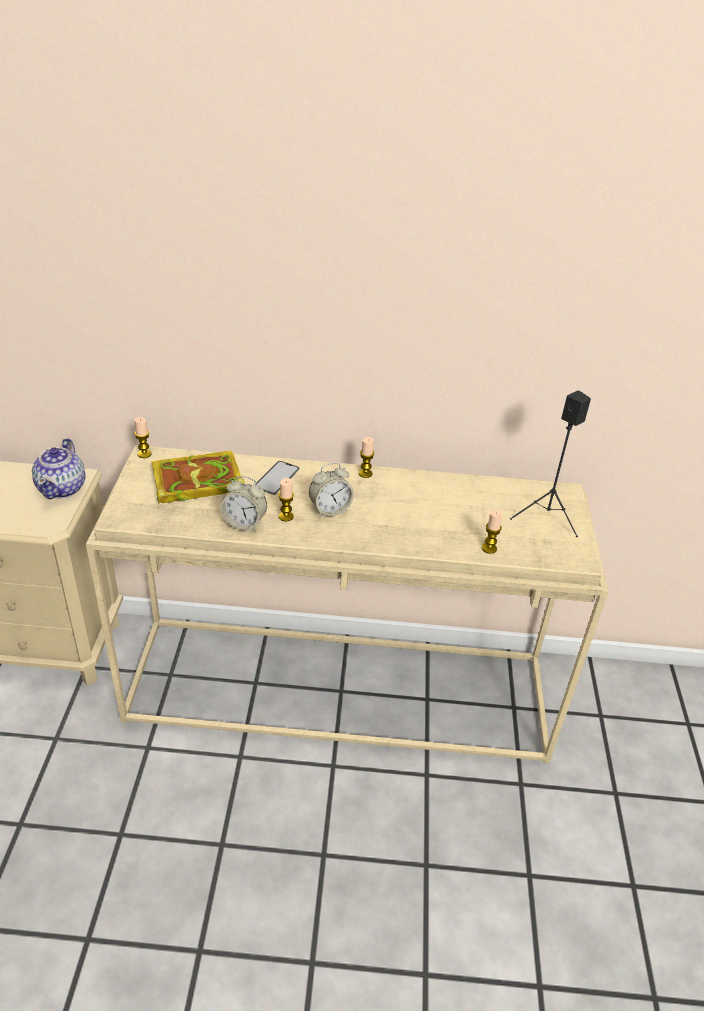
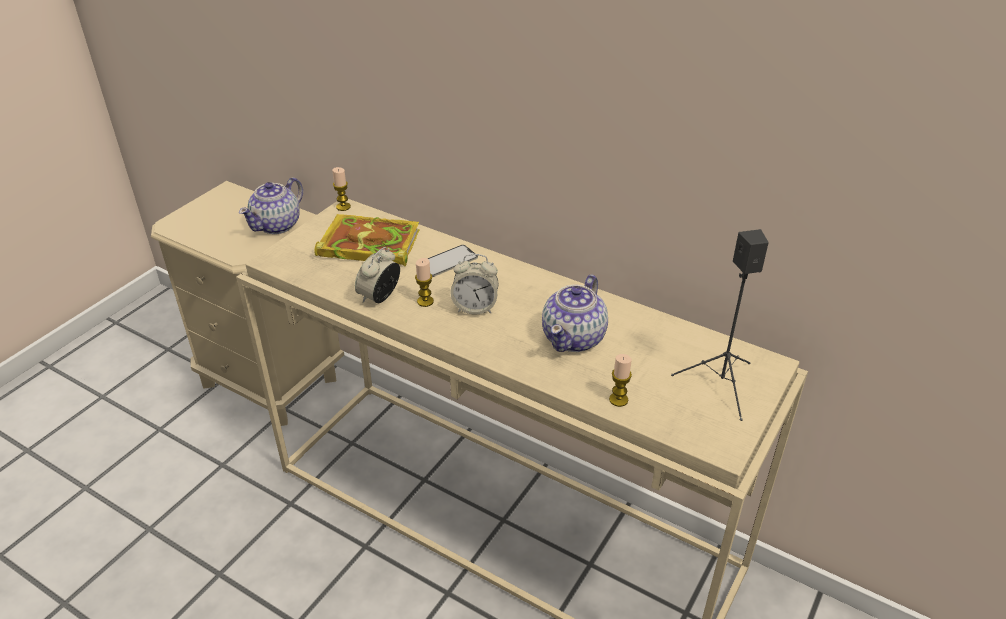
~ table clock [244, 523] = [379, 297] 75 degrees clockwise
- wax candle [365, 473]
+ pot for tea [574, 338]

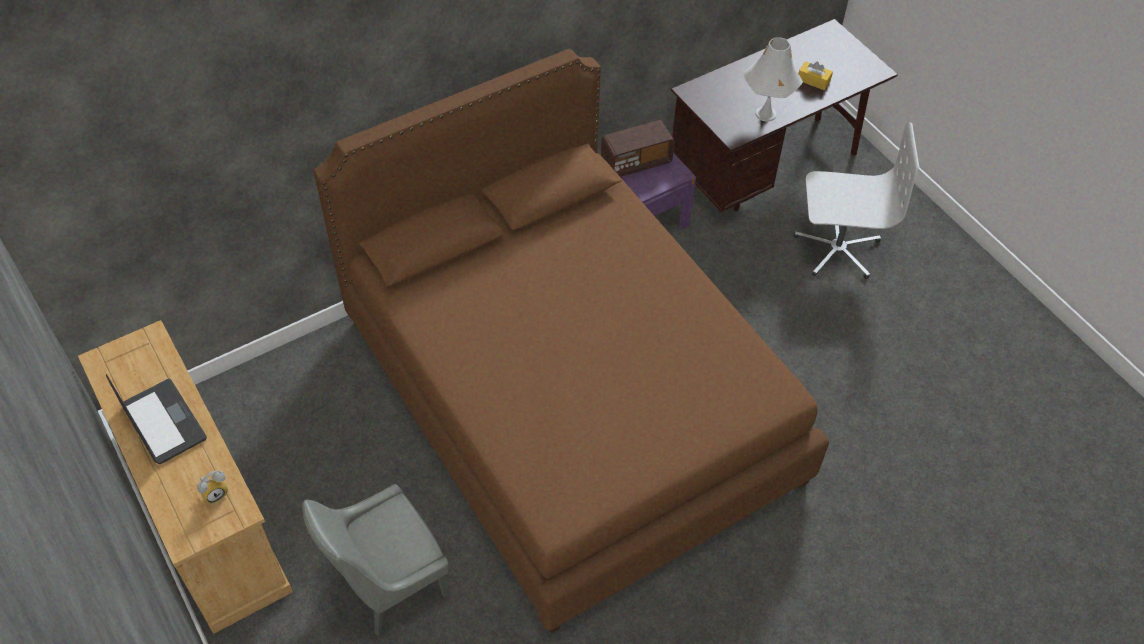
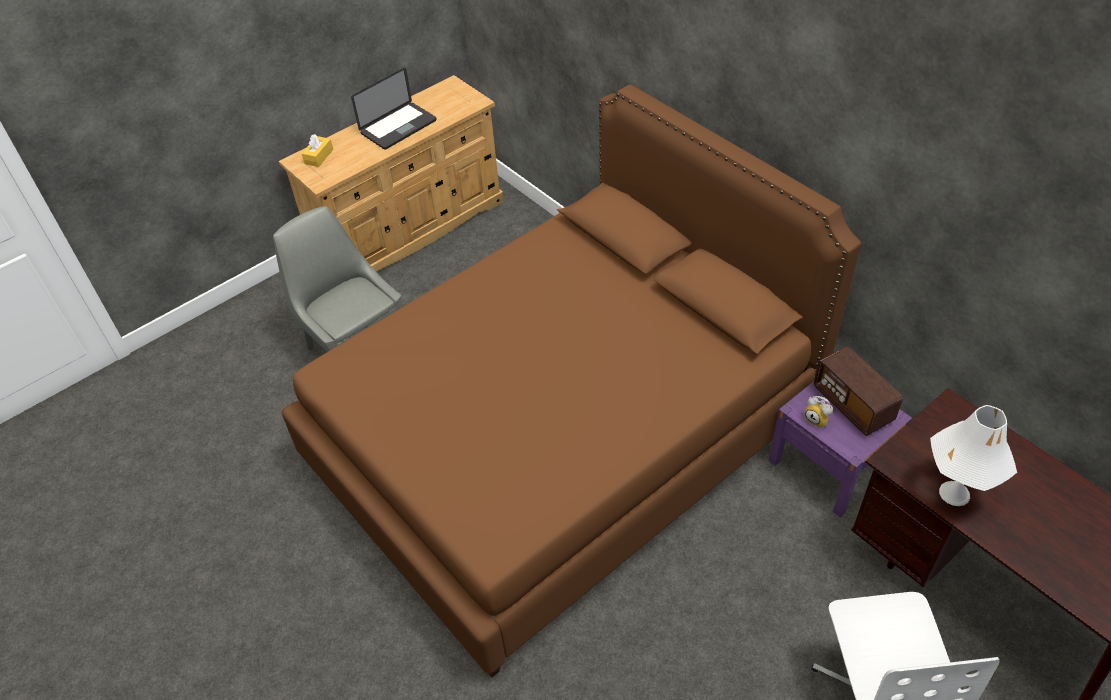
~ table clock [215, 492] to [818, 419]
~ yellow tissue holder [813, 80] to [319, 156]

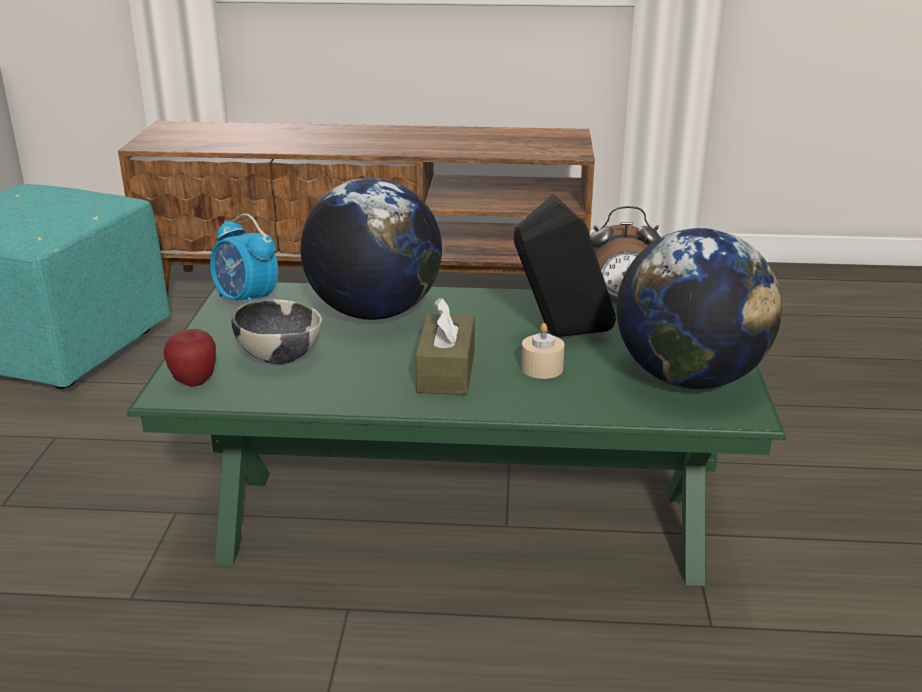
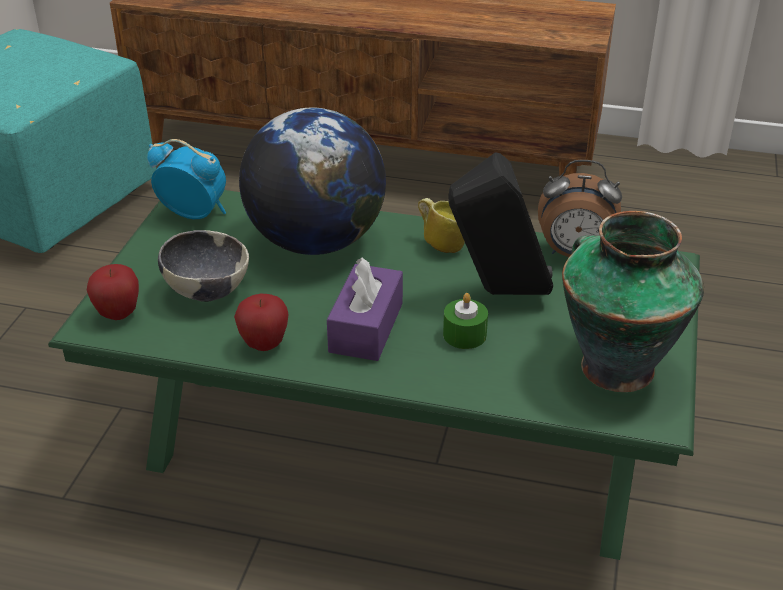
~ table clock [246, 301] = [194, 213] 150 degrees clockwise
~ brown-coloured tissue holder [446, 371] to purple-coloured tissue holder [366, 327]
~ sand-coloured wax candle [542, 368] to green-coloured wax candle [464, 335]
~ world globe [689, 378] to decorative vase [614, 365]
+ whole apple [264, 344]
+ tea mug [443, 244]

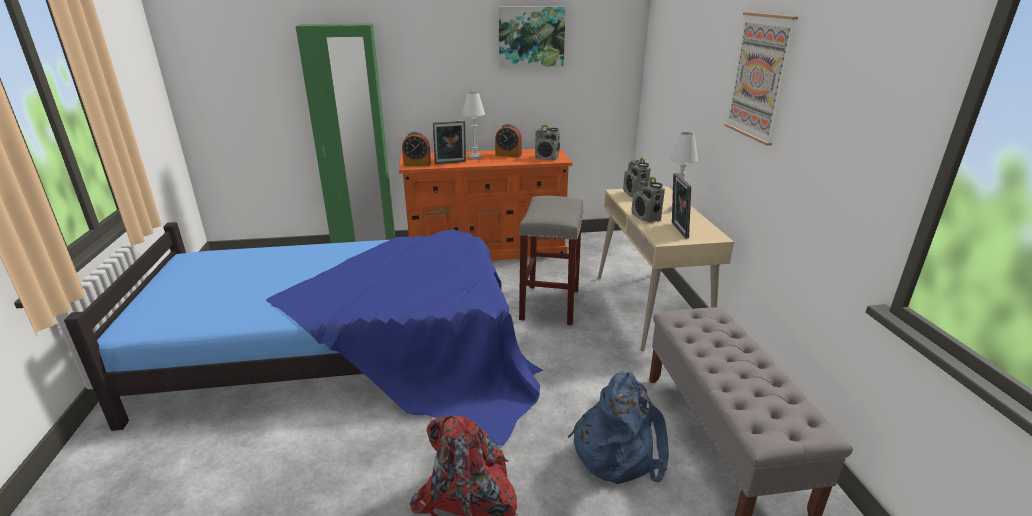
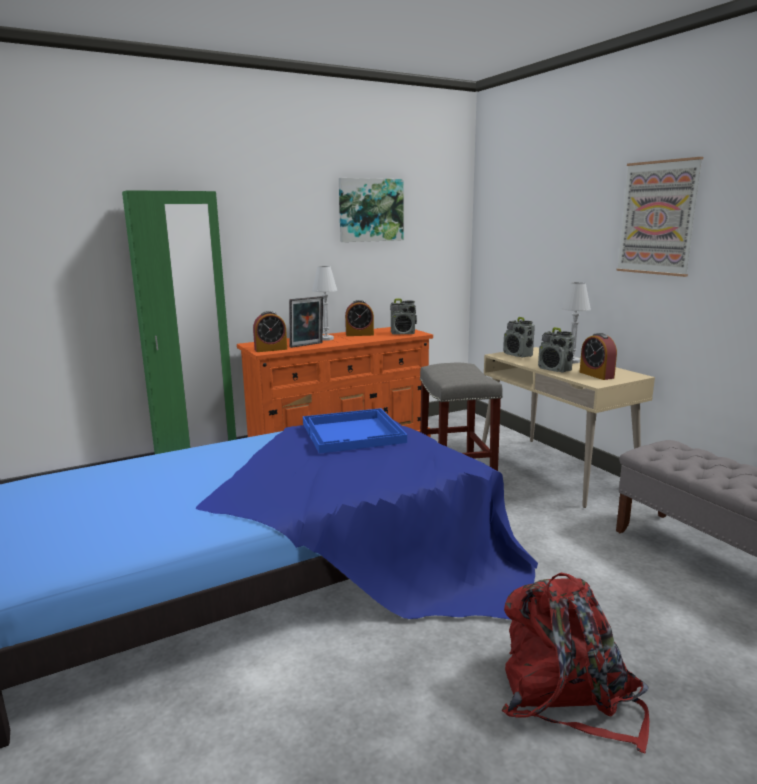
- blue rucksack [618, 449]
~ picture frame [677, 230] to table clock [596, 375]
+ blue tray [353, 433]

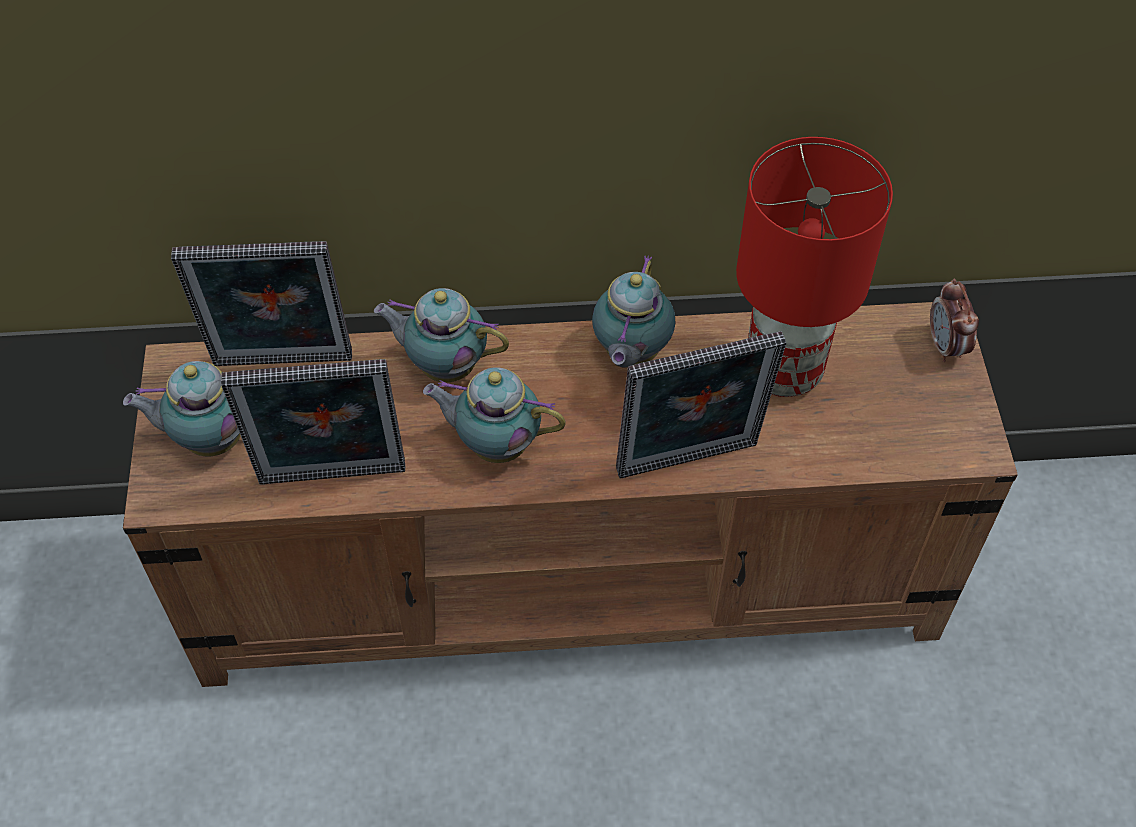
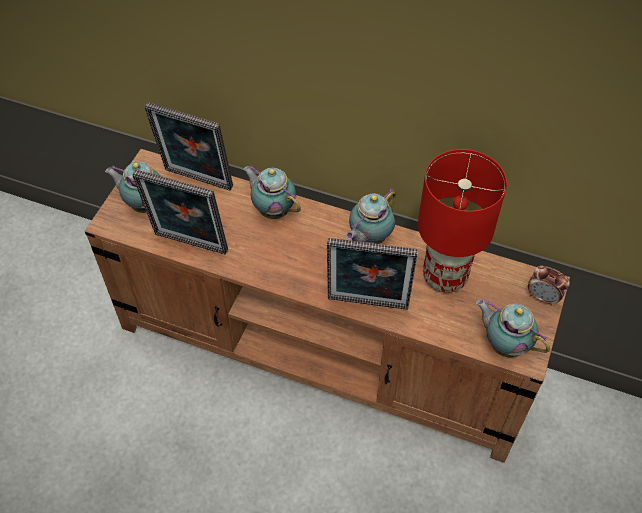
~ pot for tea [495, 444] to [504, 344]
~ table clock [946, 346] = [543, 297] 75 degrees counterclockwise

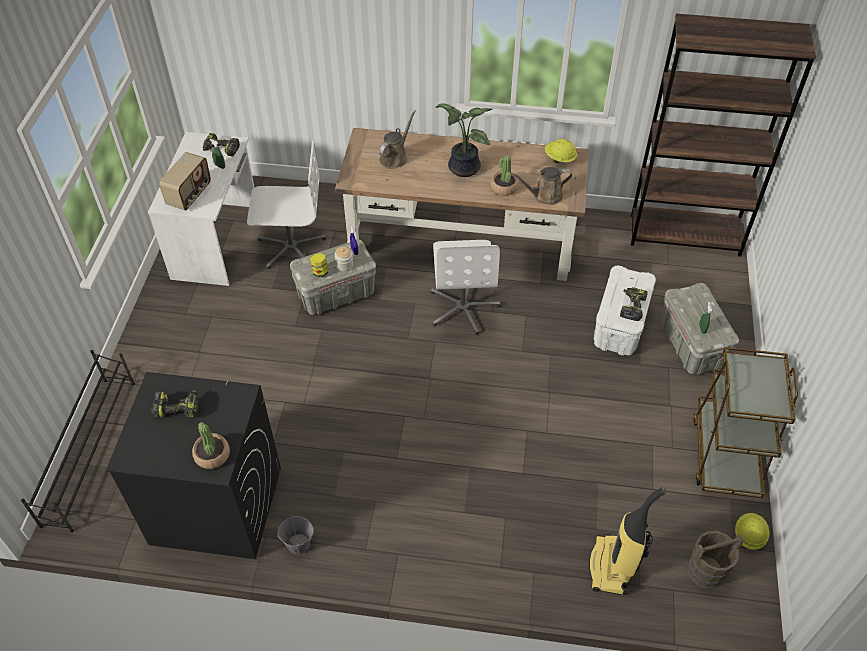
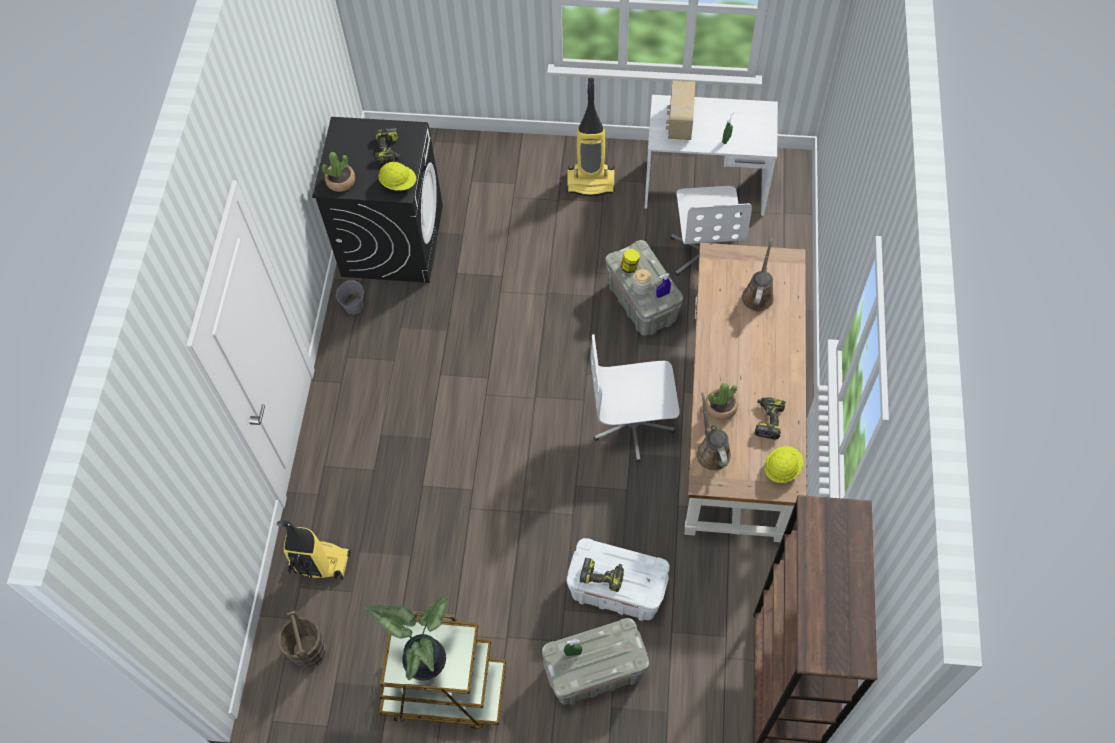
- blackish shoe stand [90, 450]
~ radio receiver [190, 195] = [679, 122] 75 degrees clockwise
~ drill [221, 149] to [768, 420]
~ brown-coloured watering can [395, 157] = [758, 294] 105 degrees counterclockwise
~ plant in a pot [462, 168] to [424, 657]
~ yellow hard hat [749, 535] to [398, 183]
+ vacuum [591, 182]

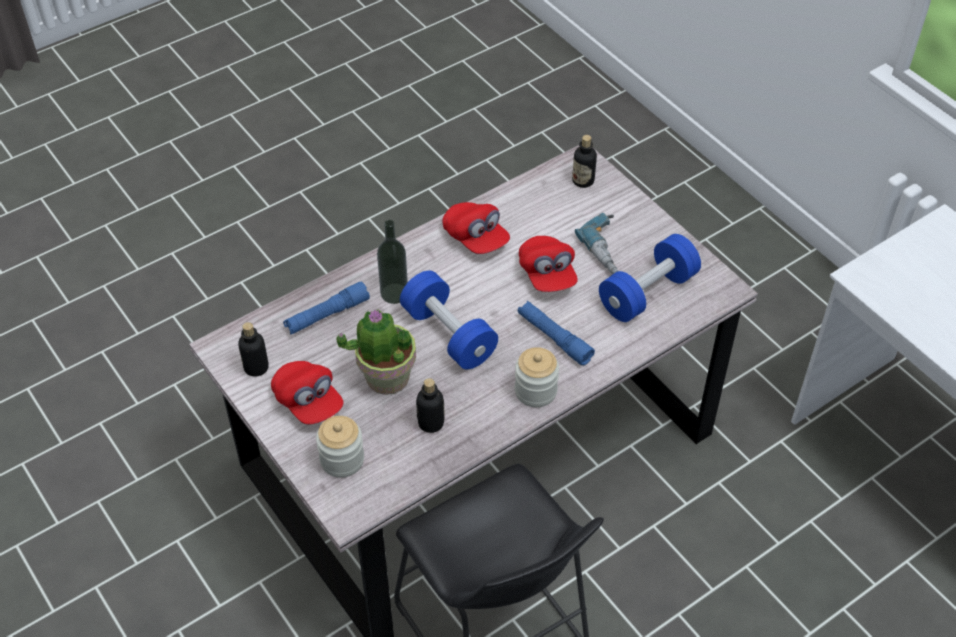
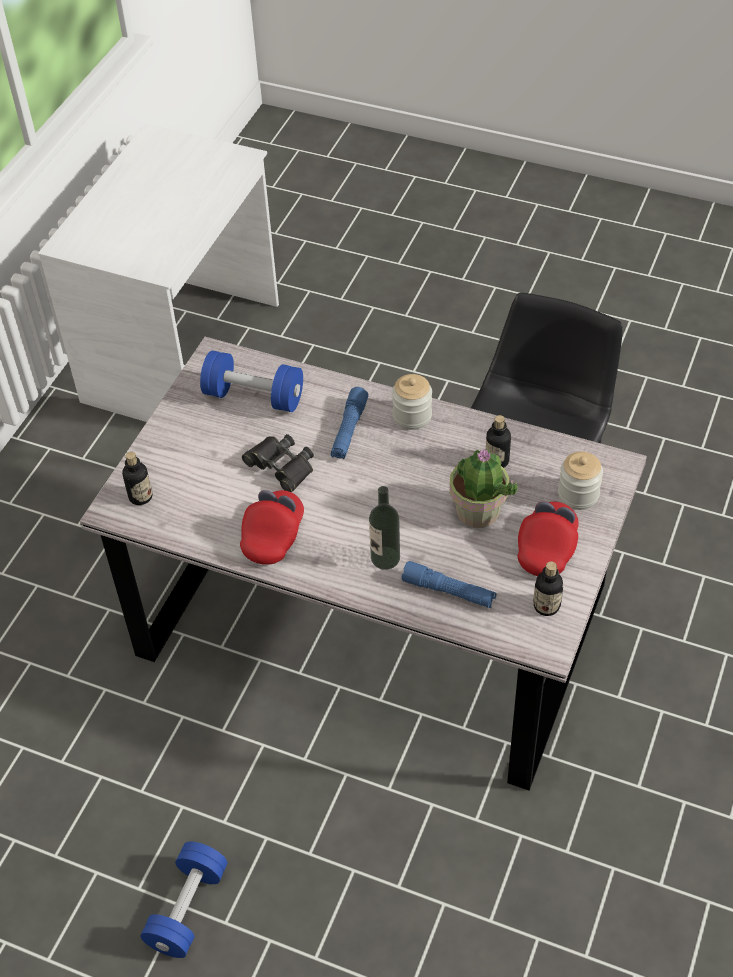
~ blue free weight [448, 334] to [187, 909]
~ red cap [547, 275] to blackish binoculars [281, 466]
- drill [609, 250]

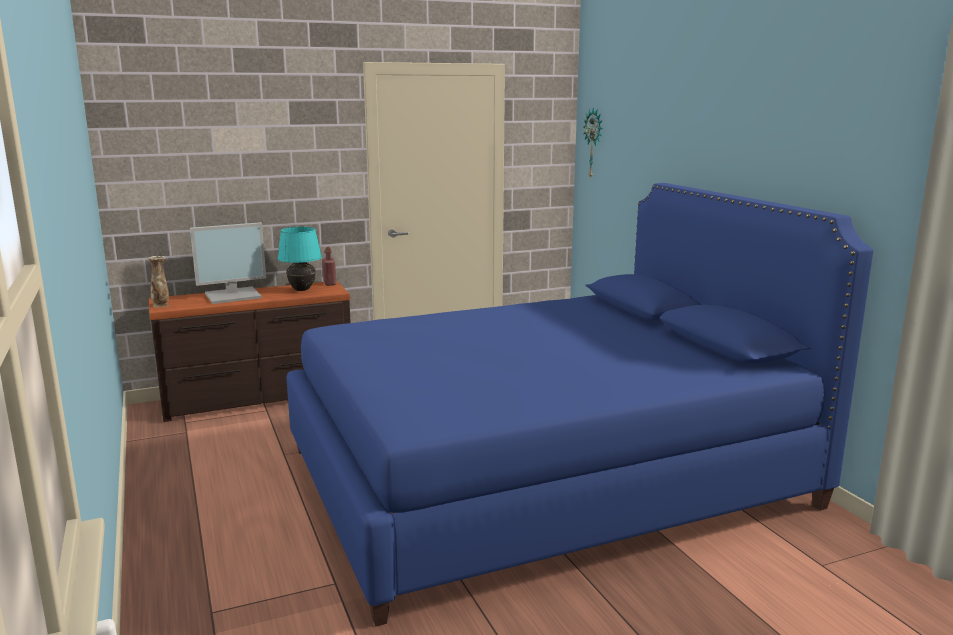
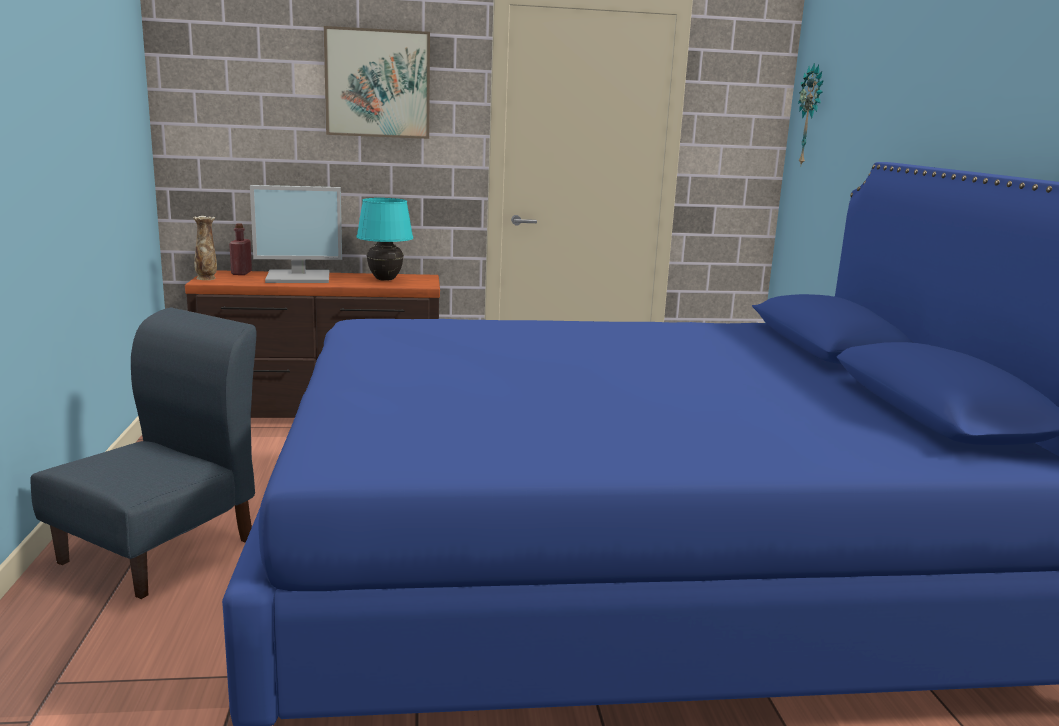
~ red beverage bottle [329, 283] to [241, 273]
+ blue upright chair [161, 550]
+ wall picture [378, 83]

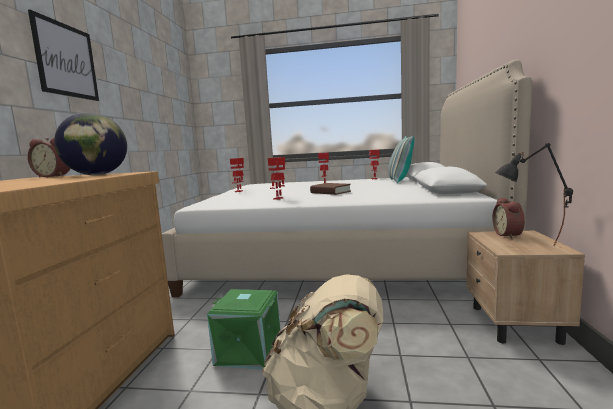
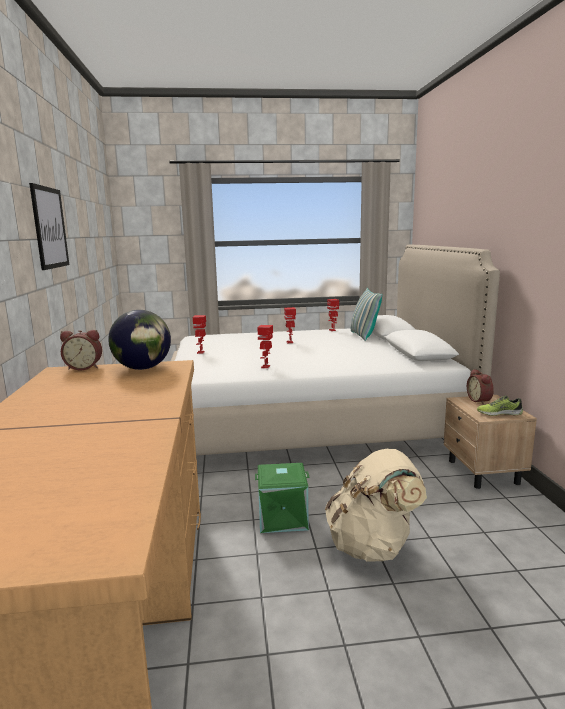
- brown-coloured volume [330, 192]
~ blackish table lamp [529, 247] to item of footwear [499, 413]

